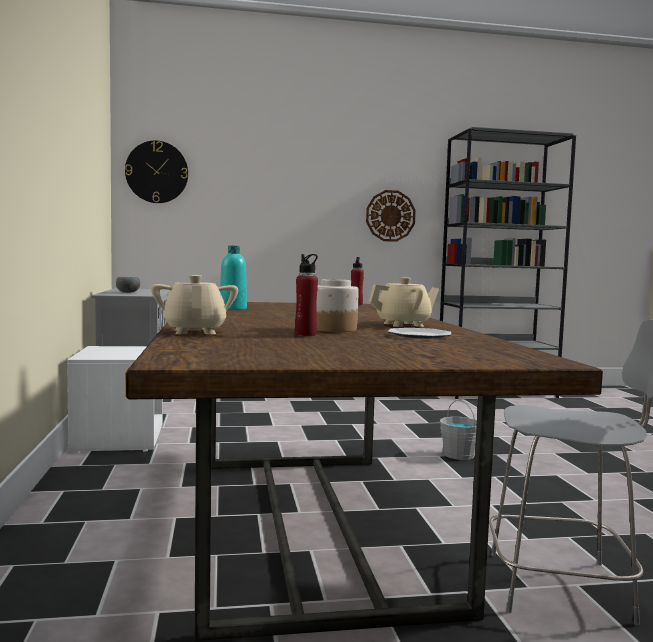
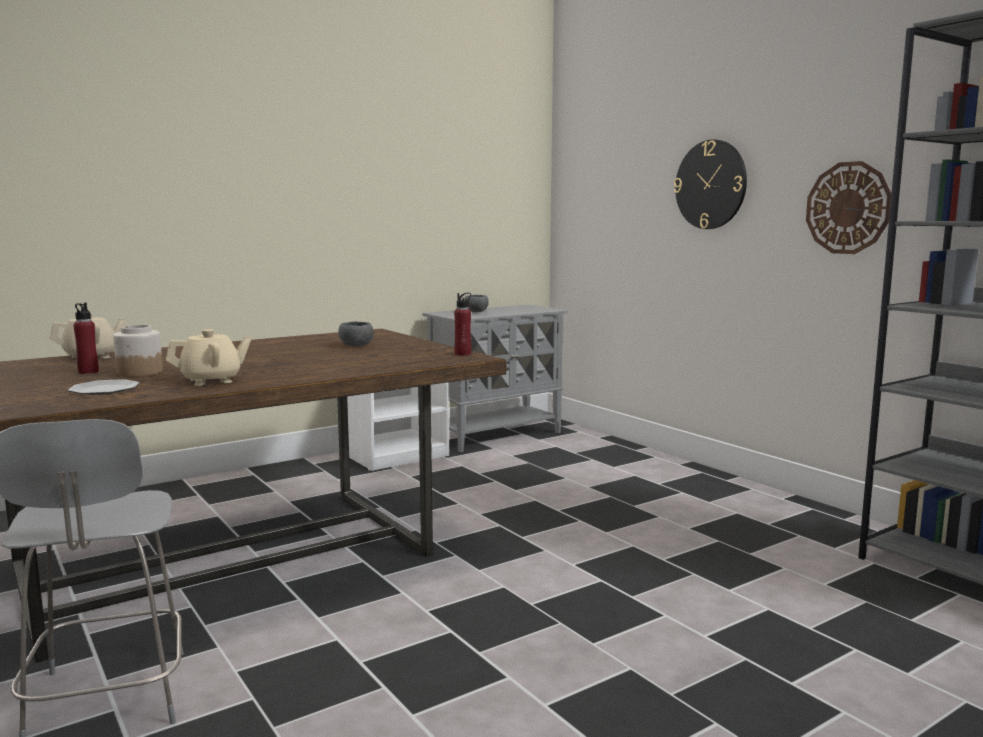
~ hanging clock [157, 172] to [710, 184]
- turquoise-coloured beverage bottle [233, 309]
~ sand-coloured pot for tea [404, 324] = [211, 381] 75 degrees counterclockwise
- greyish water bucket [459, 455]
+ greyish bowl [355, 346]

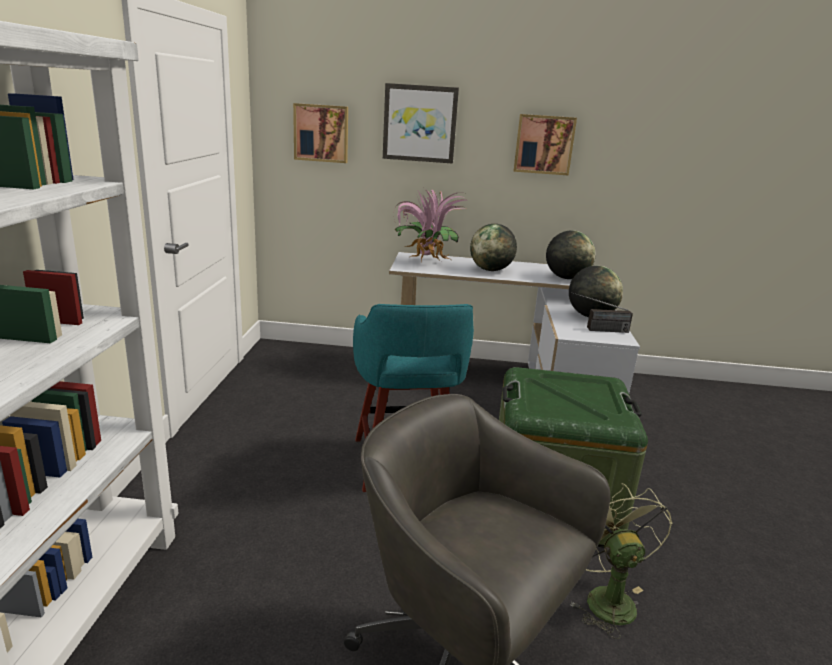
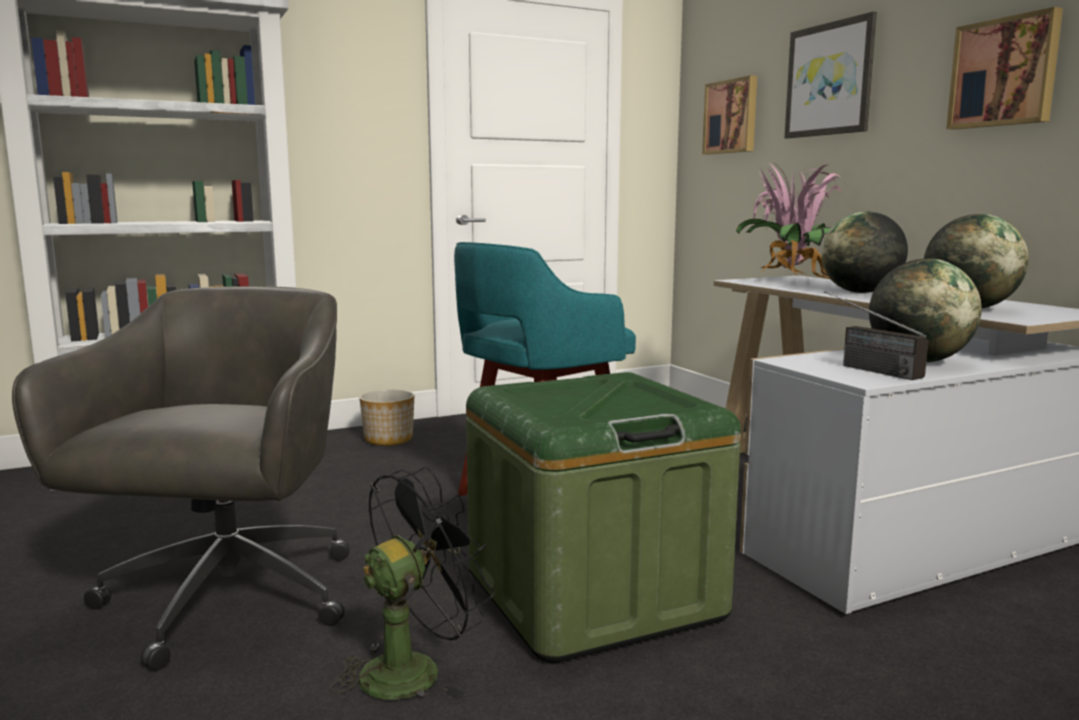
~ green-coloured cooling fan [603, 597] to blackish cooling fan [413, 668]
+ flower pot [389, 439]

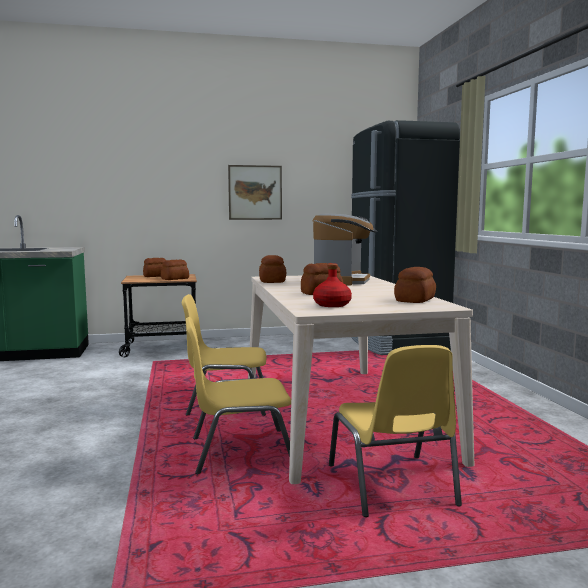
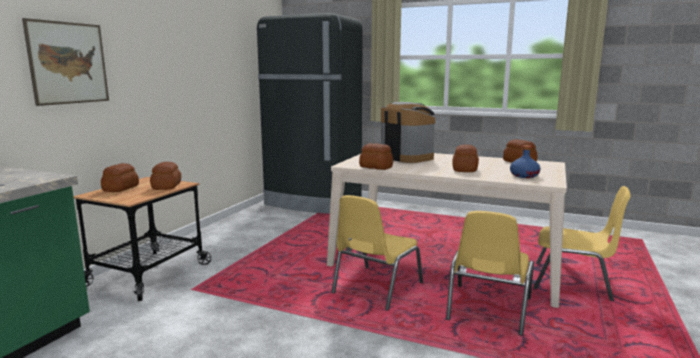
~ wall picture [255, 192] to [68, 63]
~ red beverage bottle [332, 305] to blue beverage bottle [524, 175]

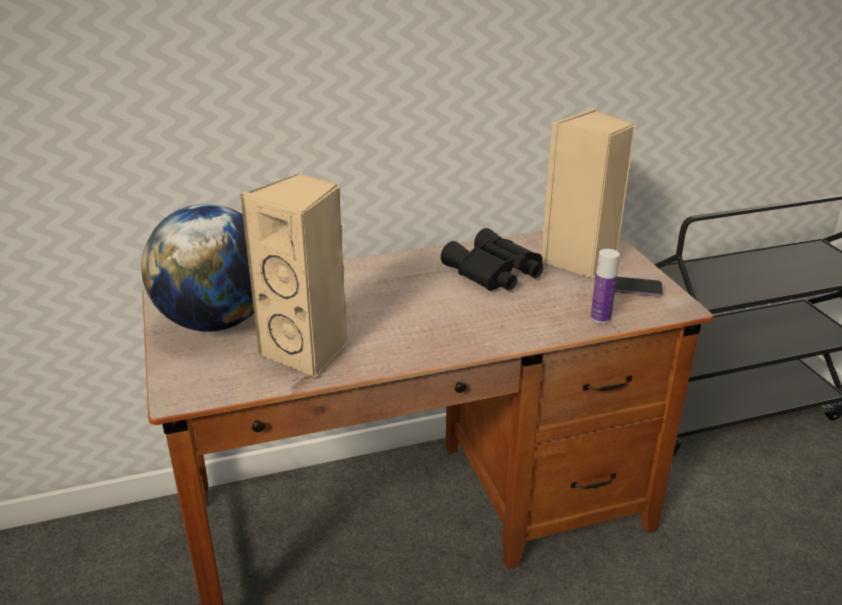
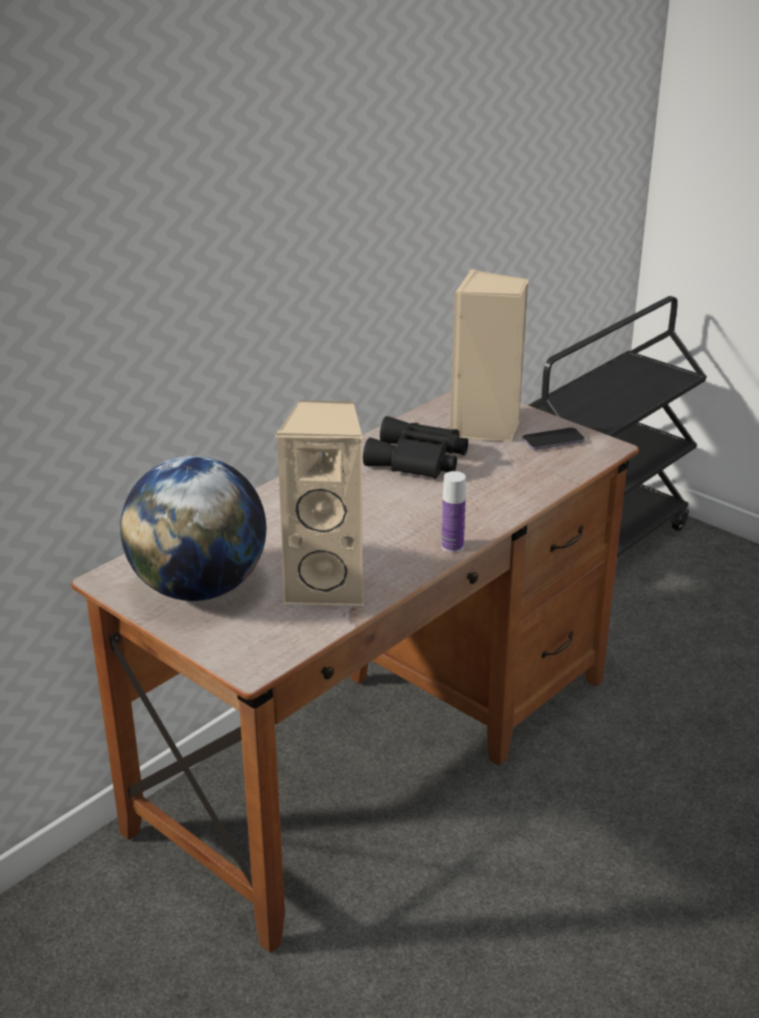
~ beverage bottle [600, 318] to [452, 546]

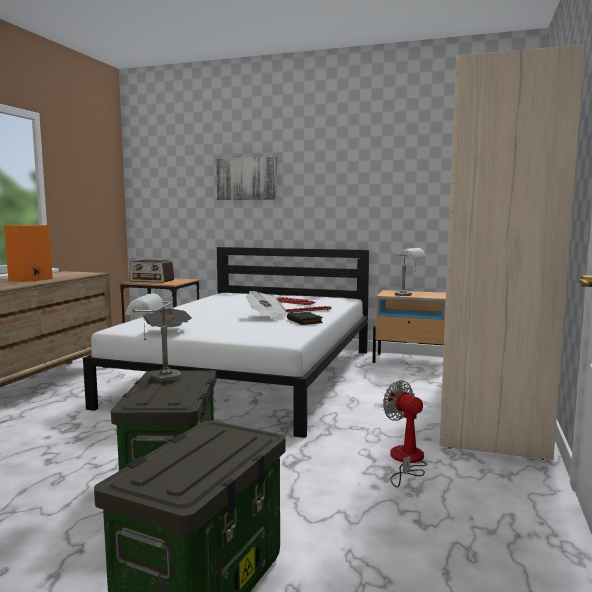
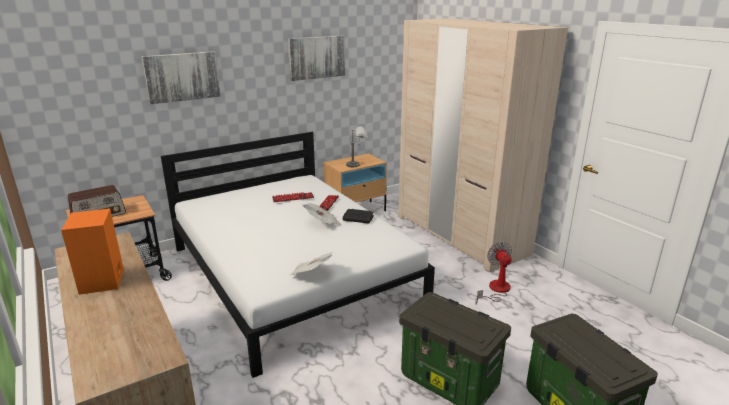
- greyish table lamp [155, 377]
~ cooling fan [406, 461] = [496, 290] 75 degrees clockwise
+ wall picture [316, 57]

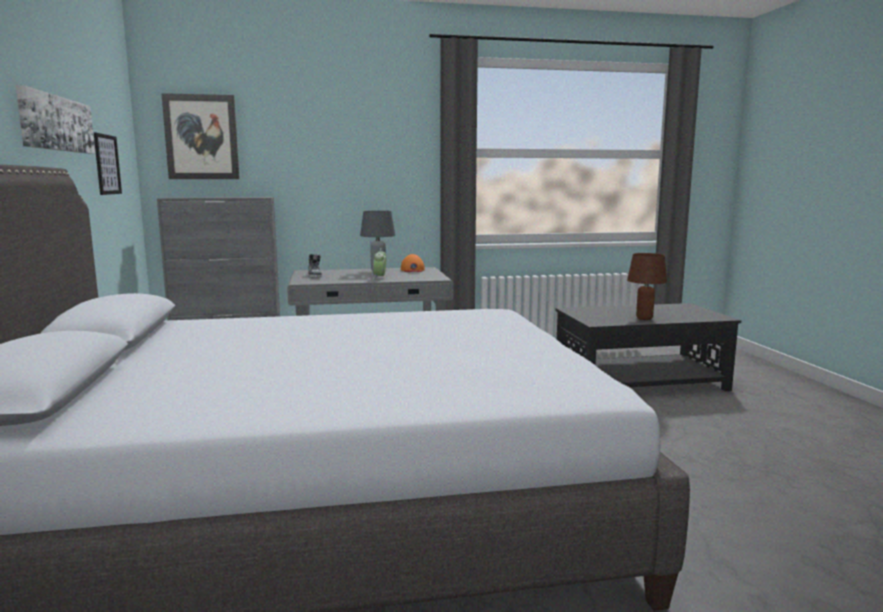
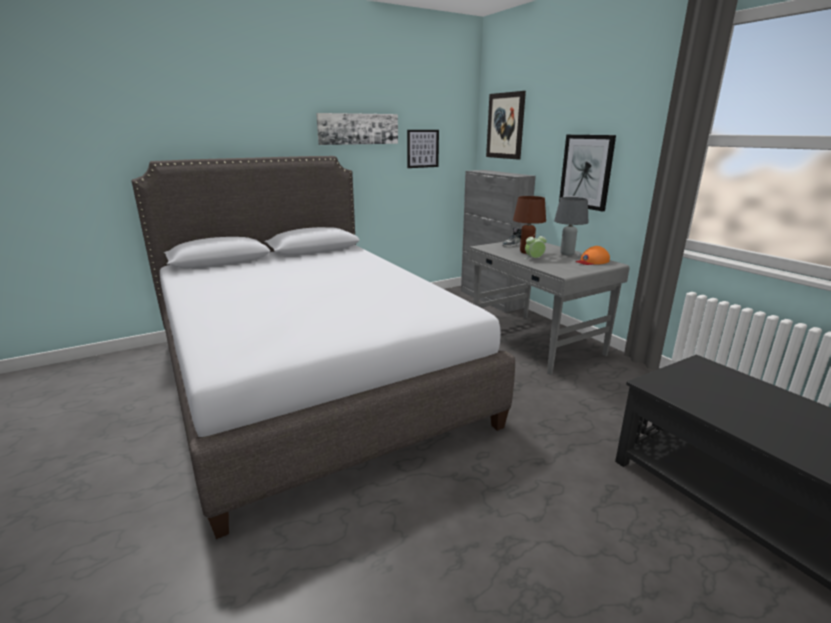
~ brown-coloured table lamp [644, 319] to [526, 252]
+ wall picture [586, 172]

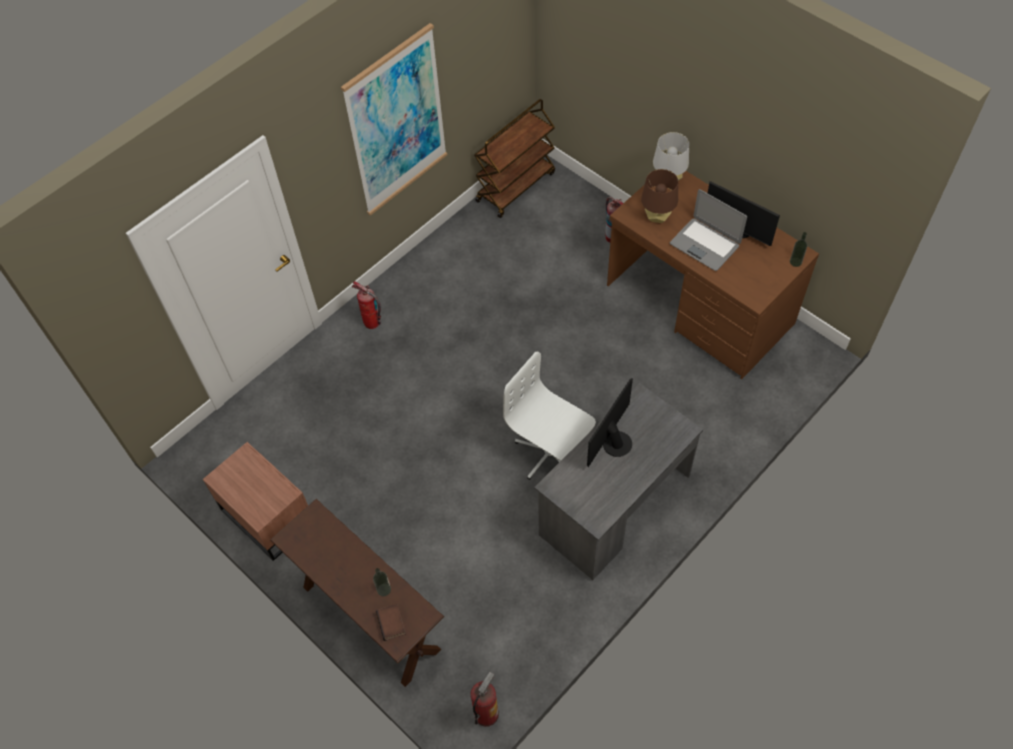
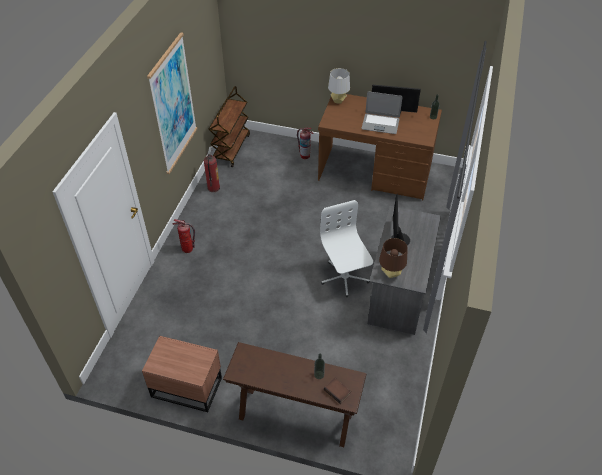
~ fire-fighting cylinder [486, 713] to [213, 187]
~ white office chair [550, 453] = [344, 277] 60 degrees clockwise
~ brown-coloured table lamp [657, 217] to [391, 273]

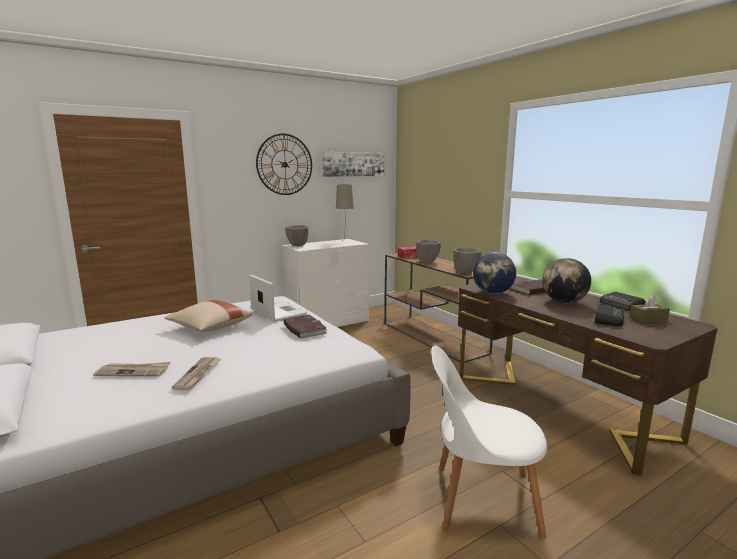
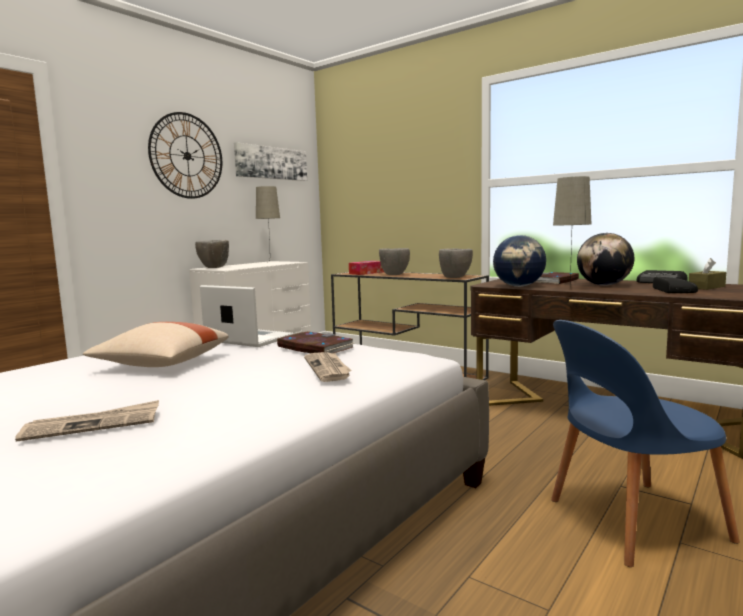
~ printed paper [198, 374] to [328, 368]
~ white upright chair [480, 499] to blue upright chair [630, 521]
+ sand-coloured table lamp [570, 289]

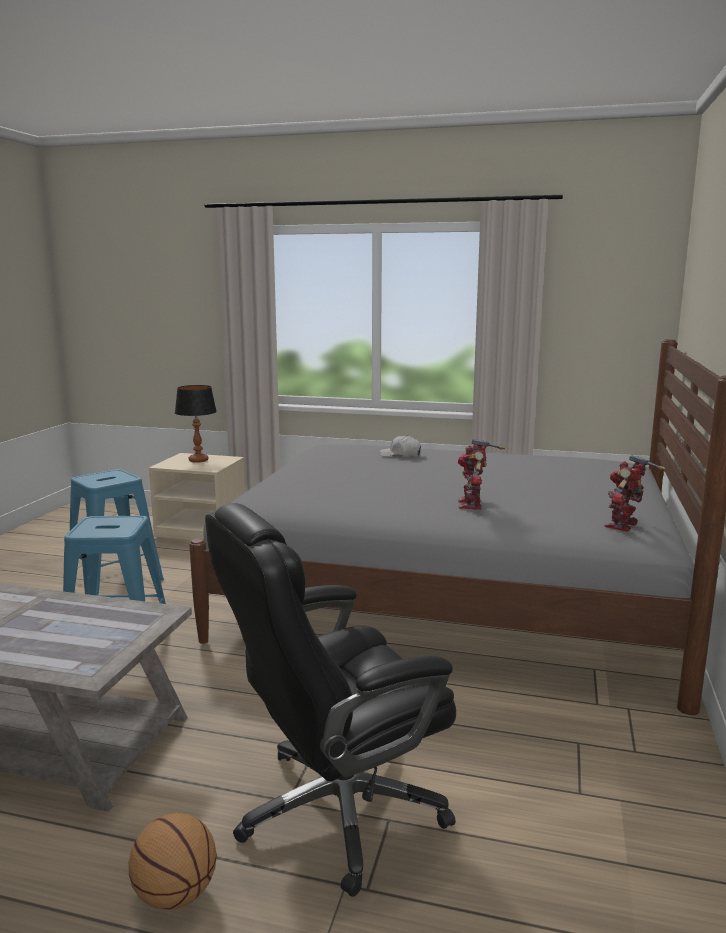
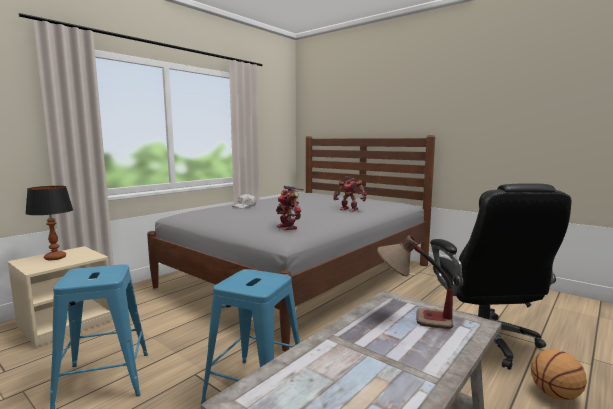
~ robot figure [624, 525] to [288, 227]
+ table lamp [412, 318]

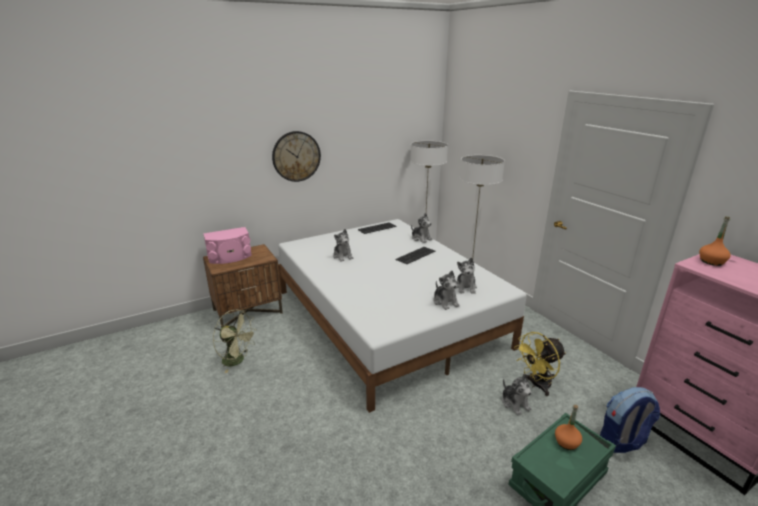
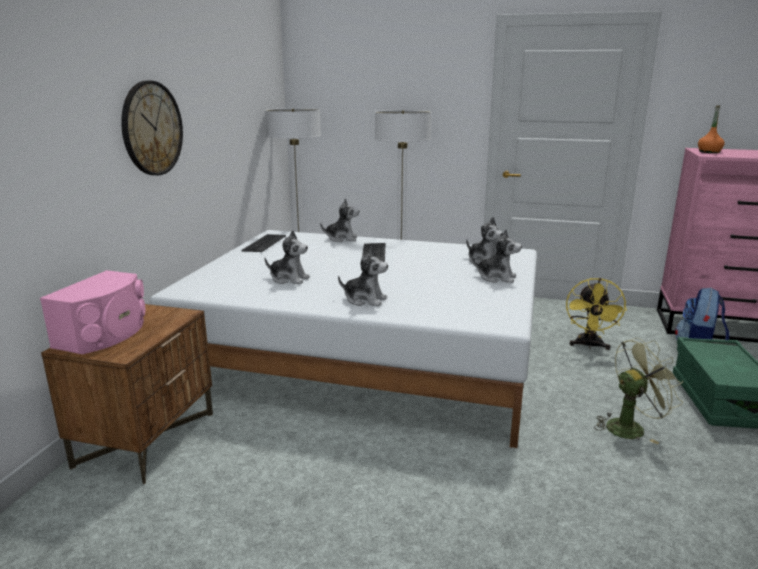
~ green-coloured cooling fan [237, 361] to [630, 427]
~ cuddly toy [515, 403] to [365, 300]
- orange beverage bottle [566, 442]

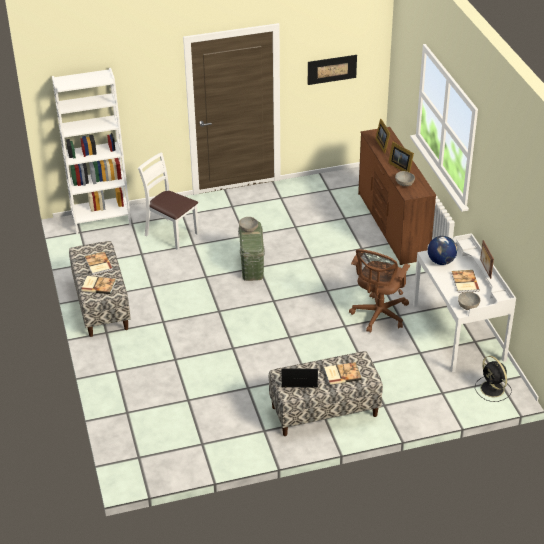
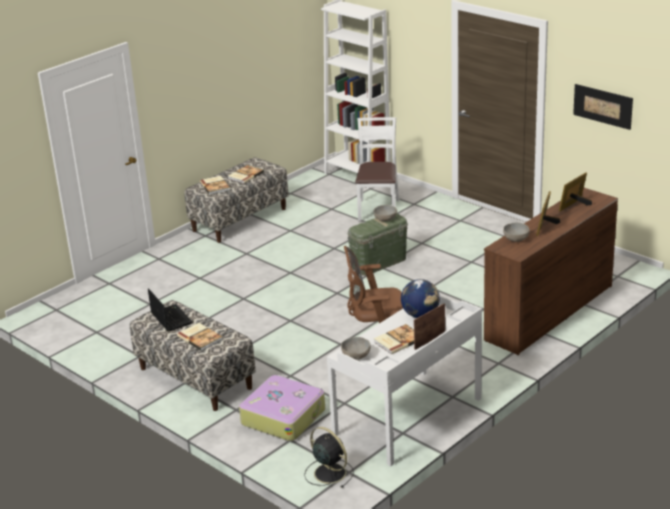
~ blackish cooling fan [493, 389] = [328, 472] 105 degrees clockwise
+ suitcase [283, 416]

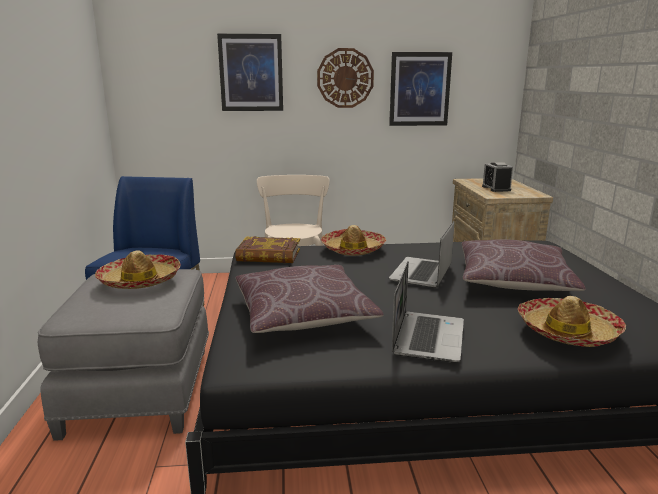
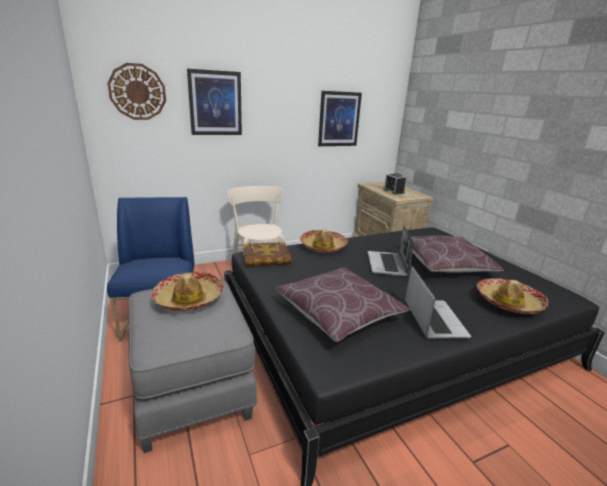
~ hanging clock [345, 78] to [137, 92]

